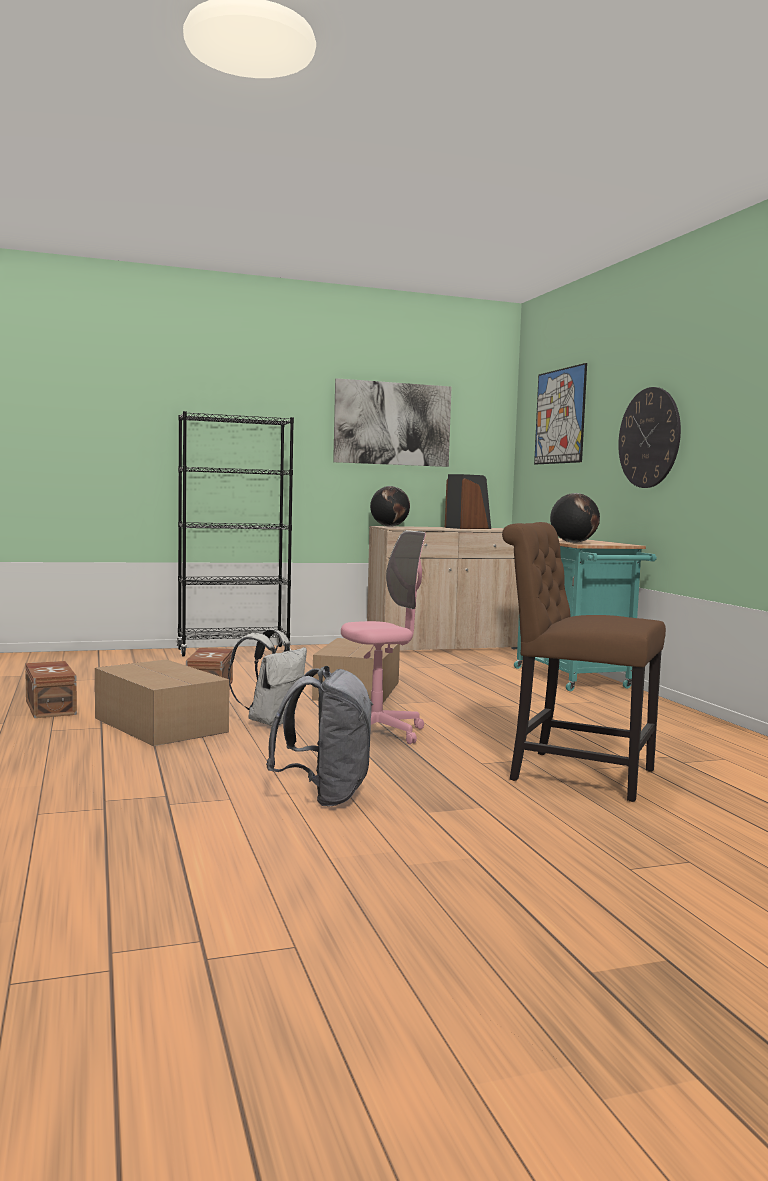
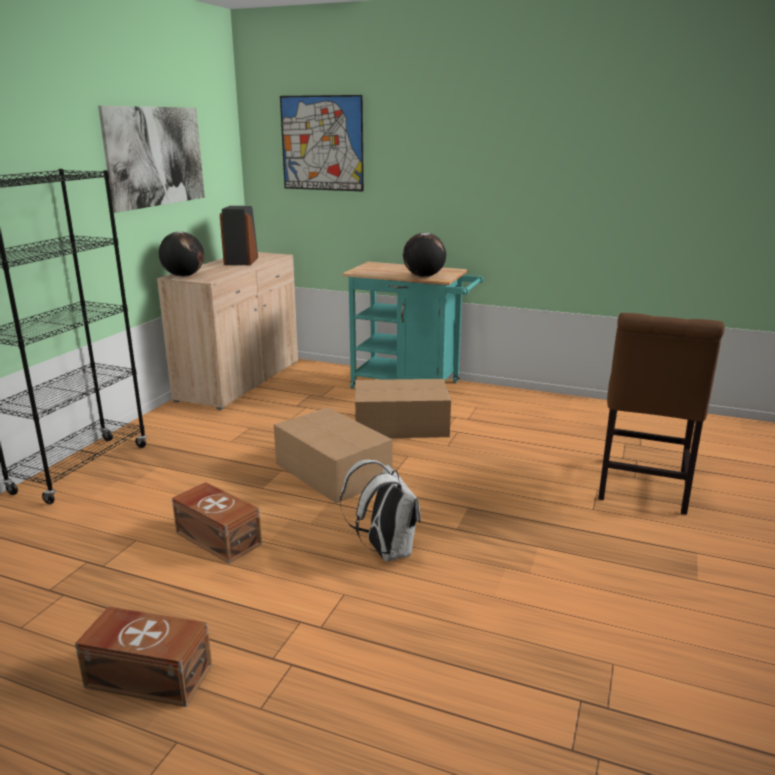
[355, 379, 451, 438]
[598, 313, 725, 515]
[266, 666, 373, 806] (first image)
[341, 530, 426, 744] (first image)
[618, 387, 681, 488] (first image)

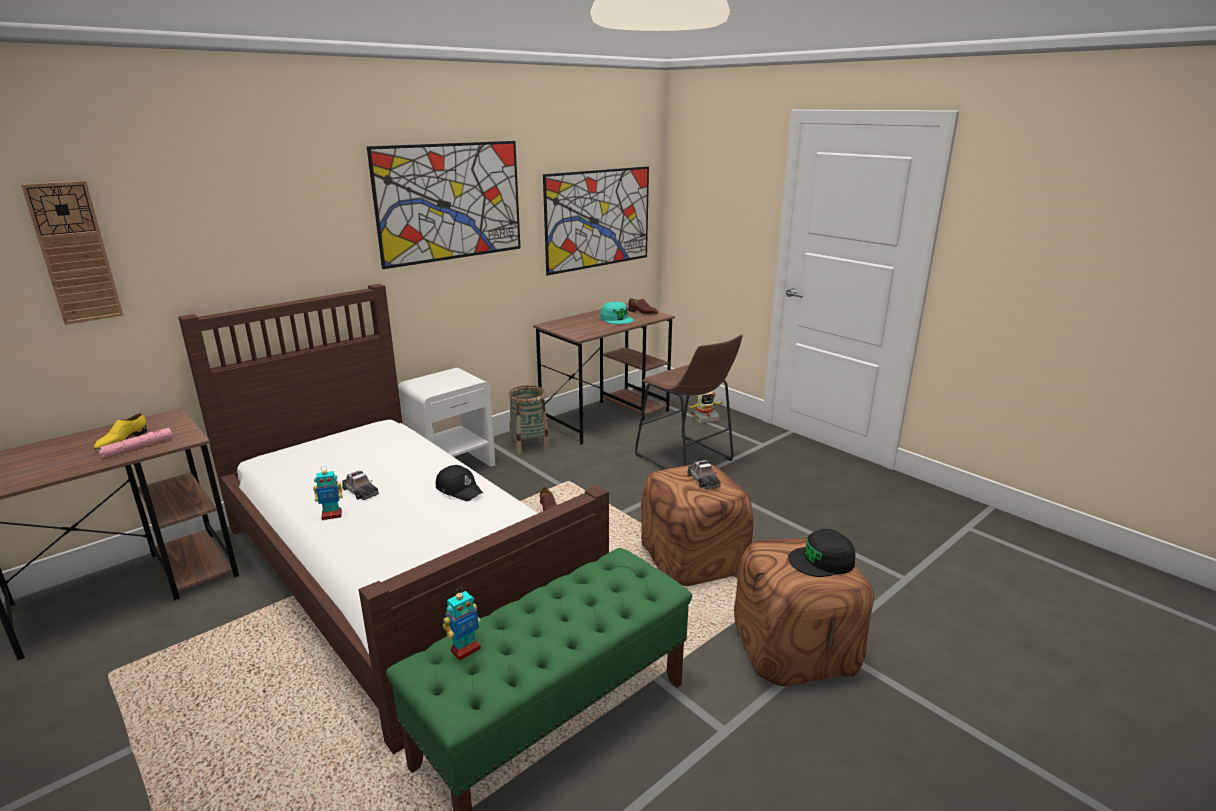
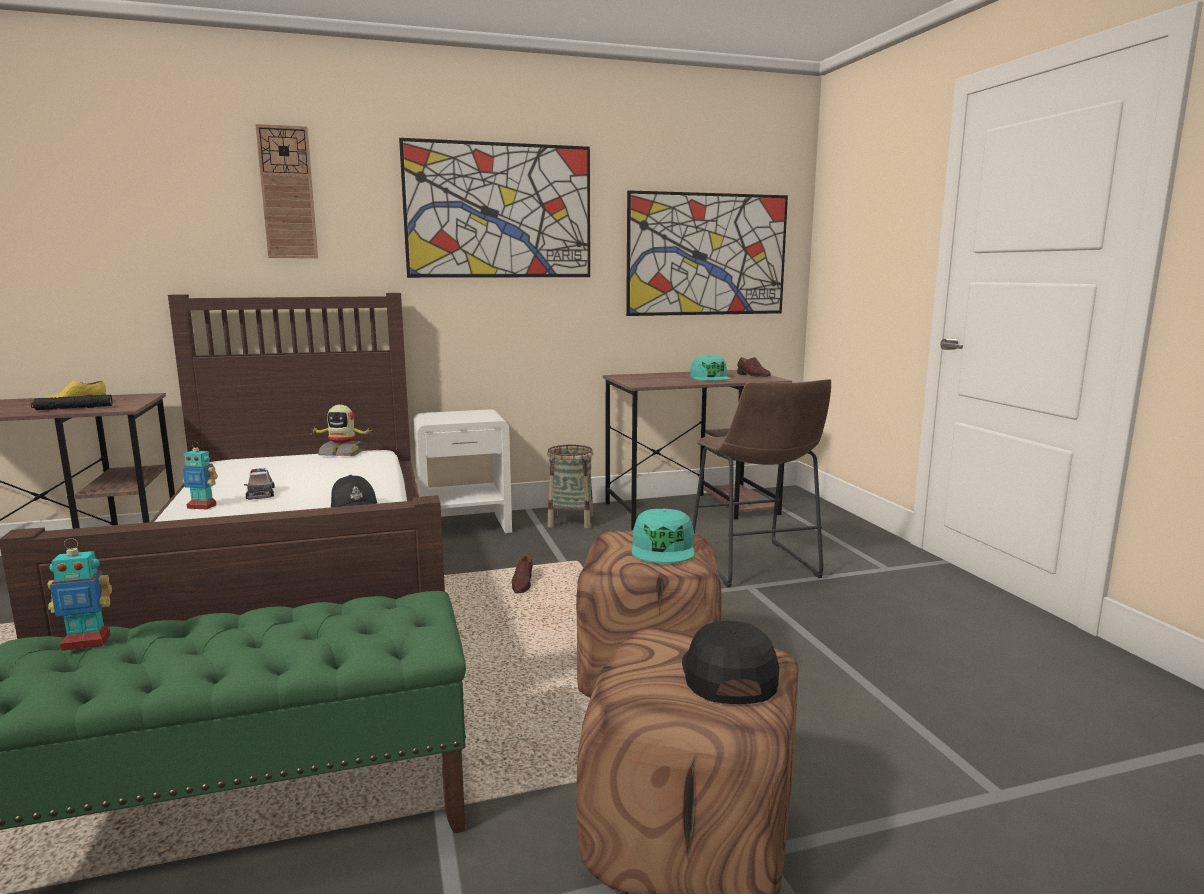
[31, 394, 112, 410]
[255, 124, 318, 258]
[310, 405, 373, 456]
[632, 509, 694, 563]
[682, 621, 779, 704]

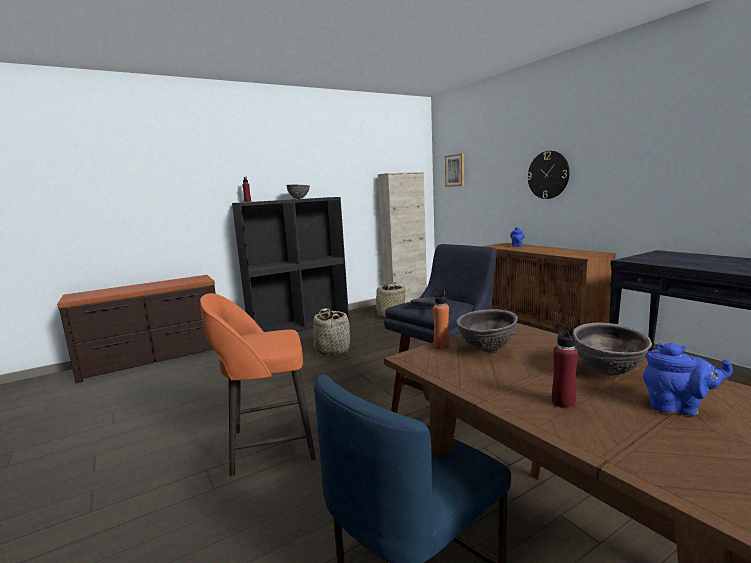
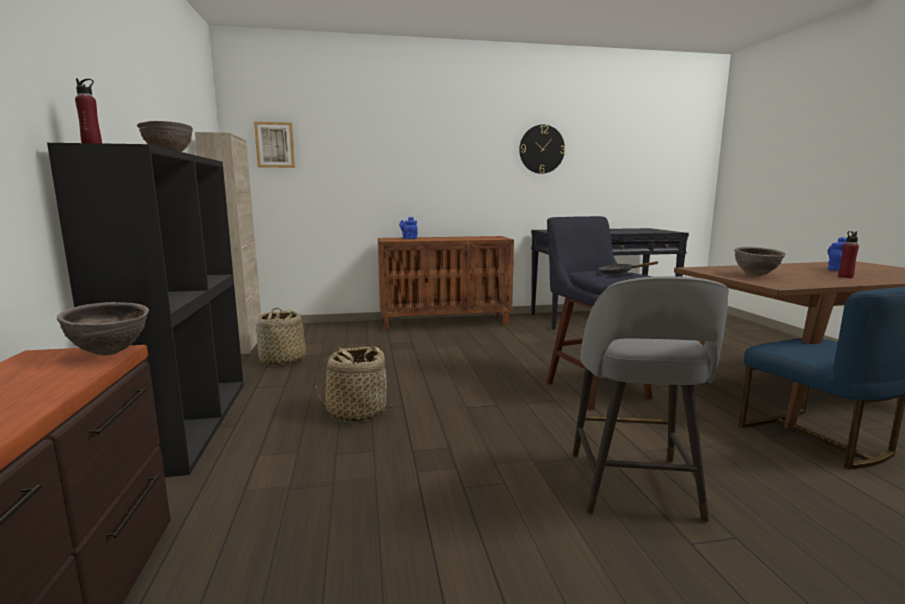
[57, 302, 149, 356]
[519, 125, 565, 174]
[573, 276, 729, 522]
[433, 289, 450, 348] (first image)

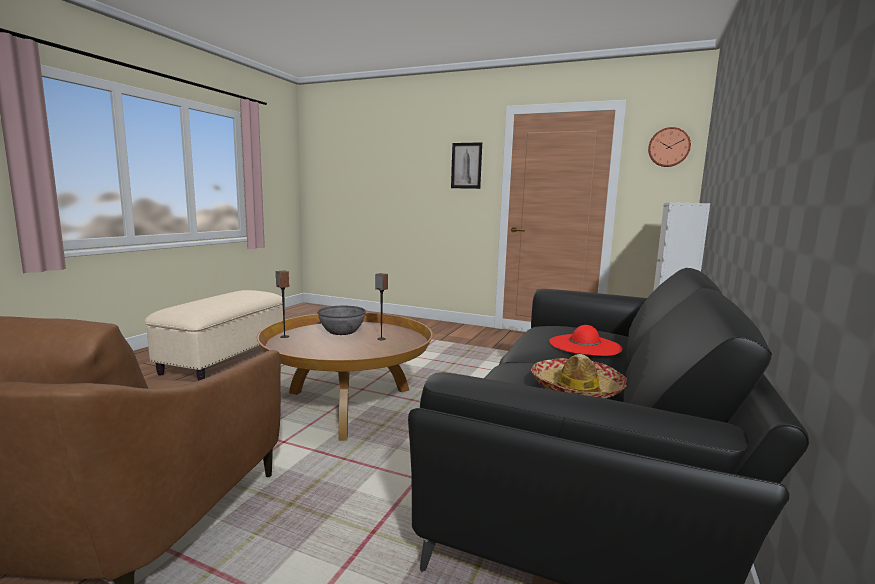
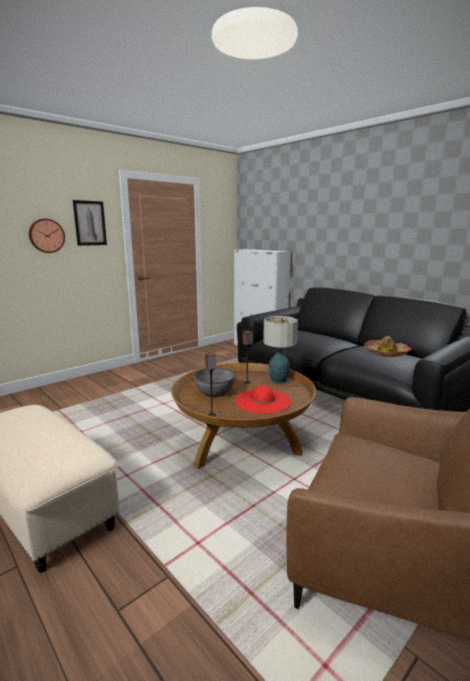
[29, 219, 65, 253]
[235, 385, 291, 414]
[263, 316, 298, 384]

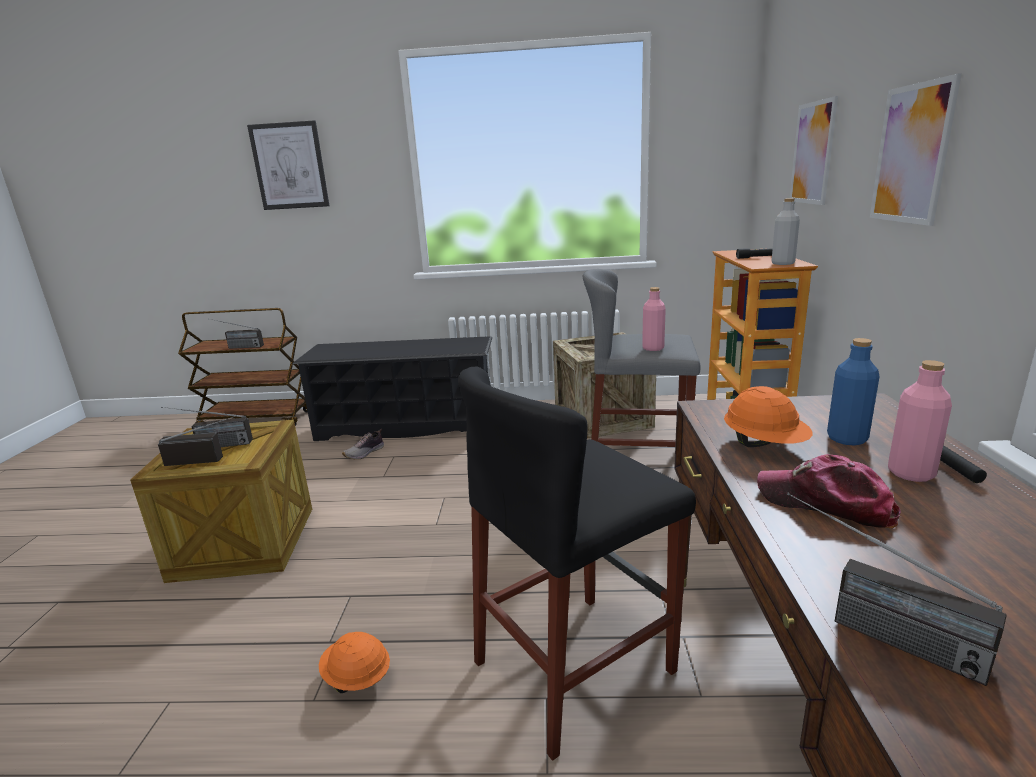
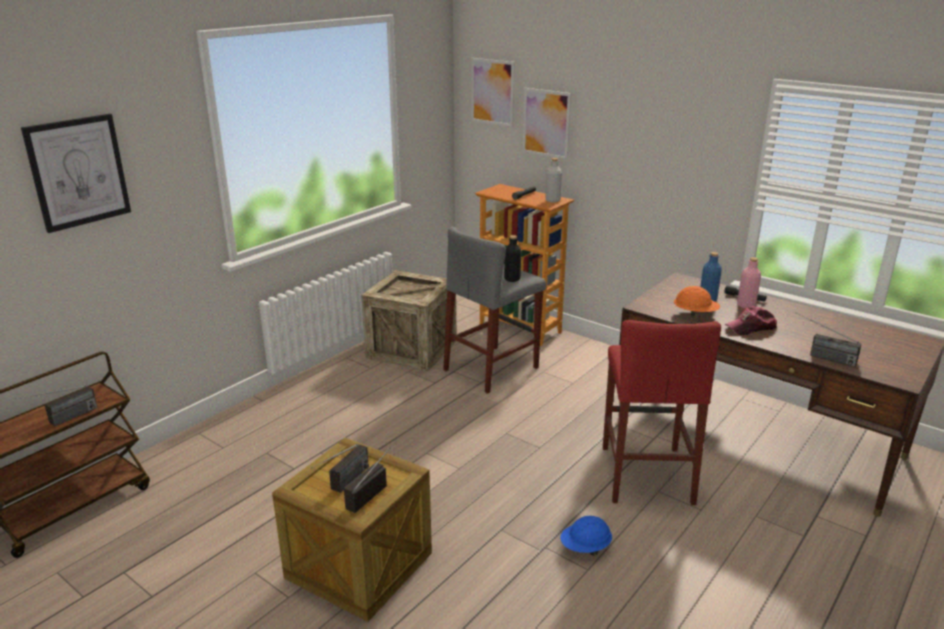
[471, 58, 515, 127]
[504, 235, 521, 282]
[560, 516, 612, 556]
[603, 320, 721, 505]
[795, 312, 861, 367]
[293, 336, 492, 441] (first image)
[342, 429, 384, 460] (first image)

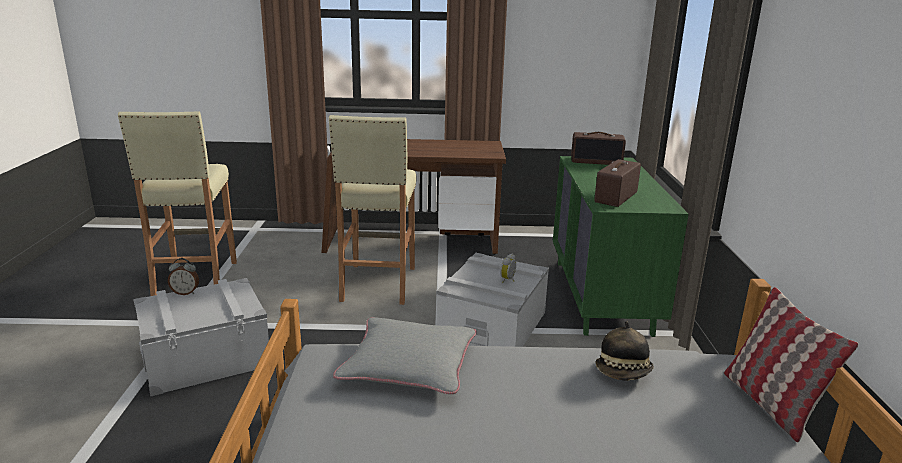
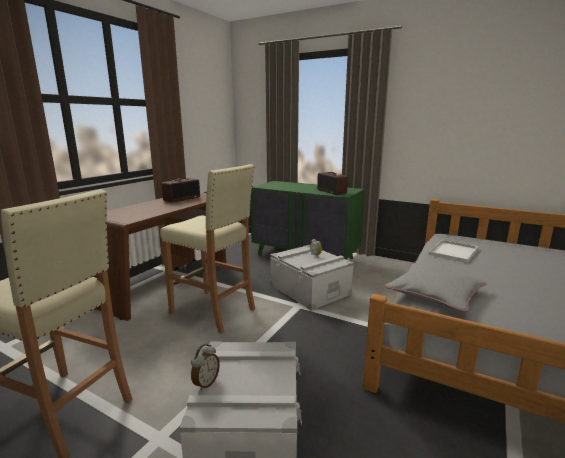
[162, 178, 200, 203]
[428, 240, 478, 263]
[724, 287, 859, 442] (first image)

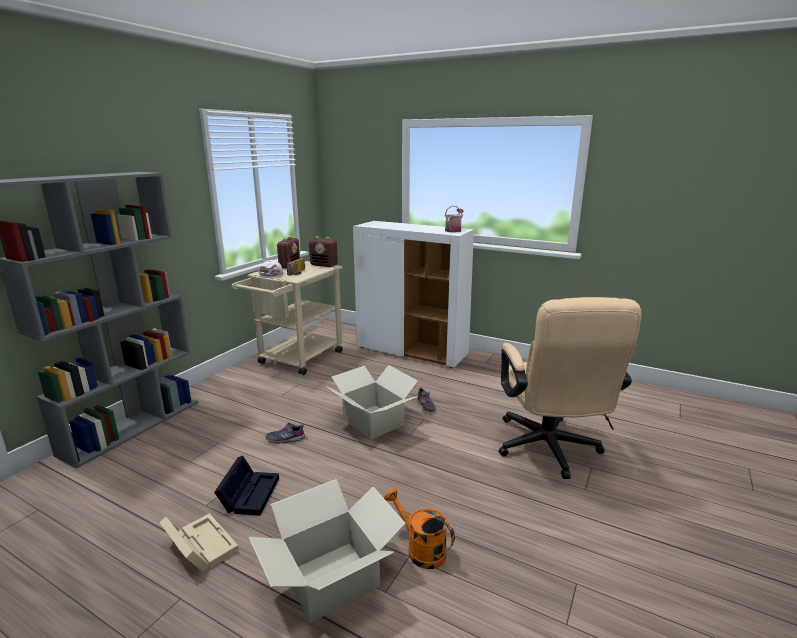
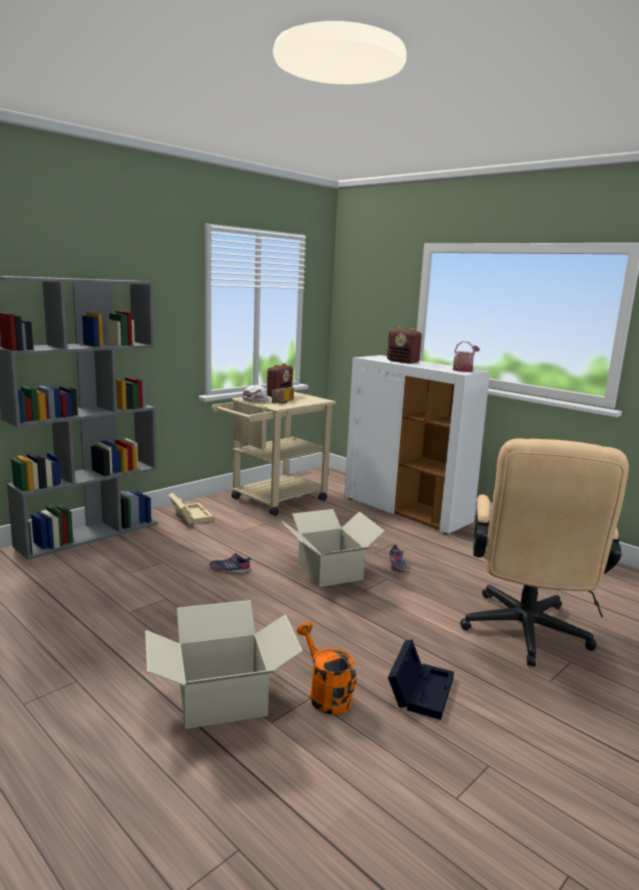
[169, 493, 213, 524]
[387, 327, 422, 364]
[388, 640, 454, 720]

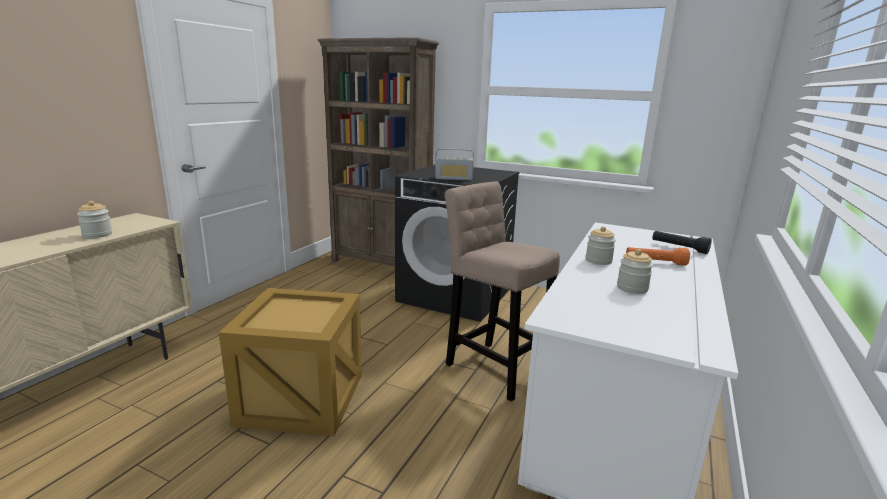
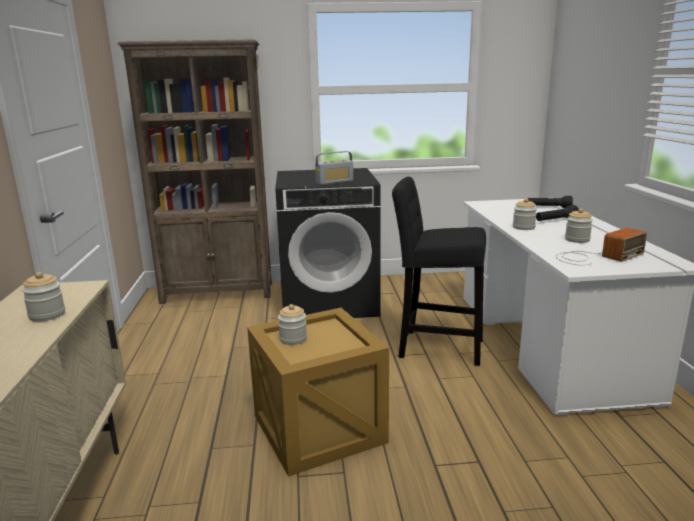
[278, 304, 307, 345]
[392, 176, 486, 366]
[536, 205, 579, 221]
[556, 228, 647, 265]

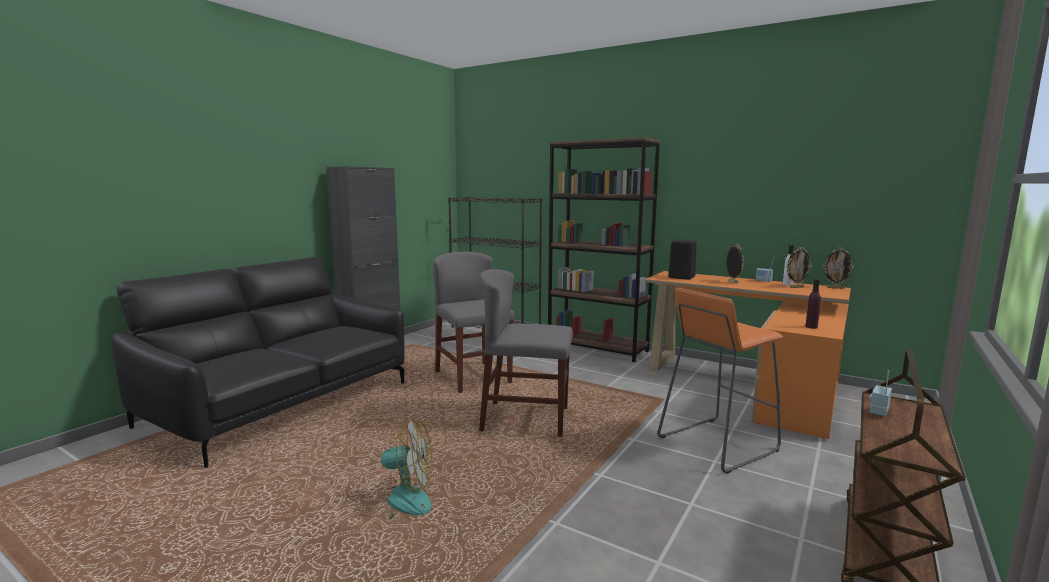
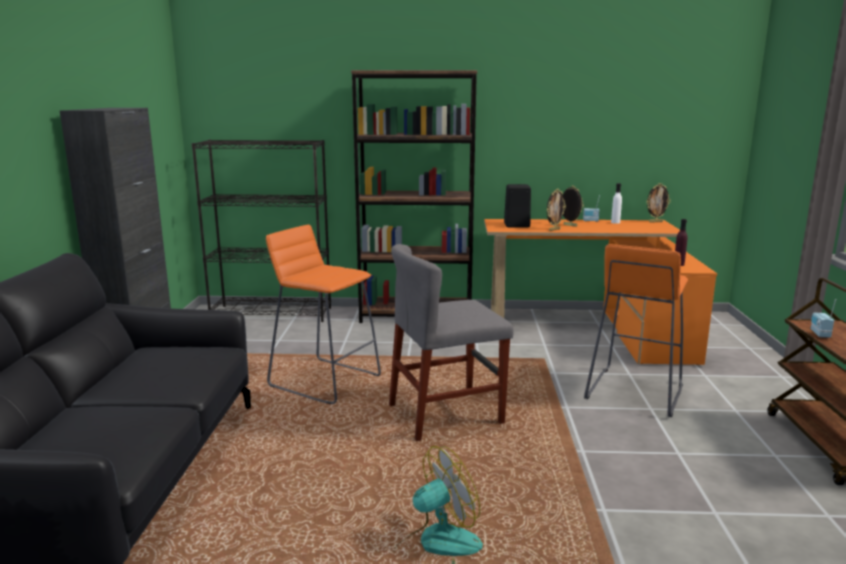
[266, 225, 381, 404]
[547, 189, 566, 231]

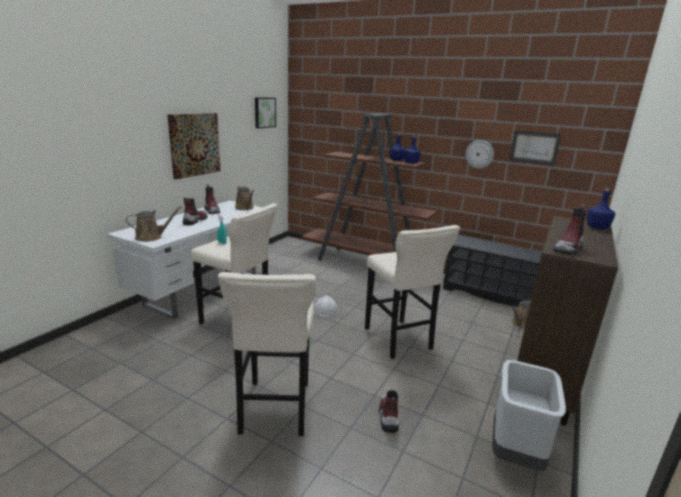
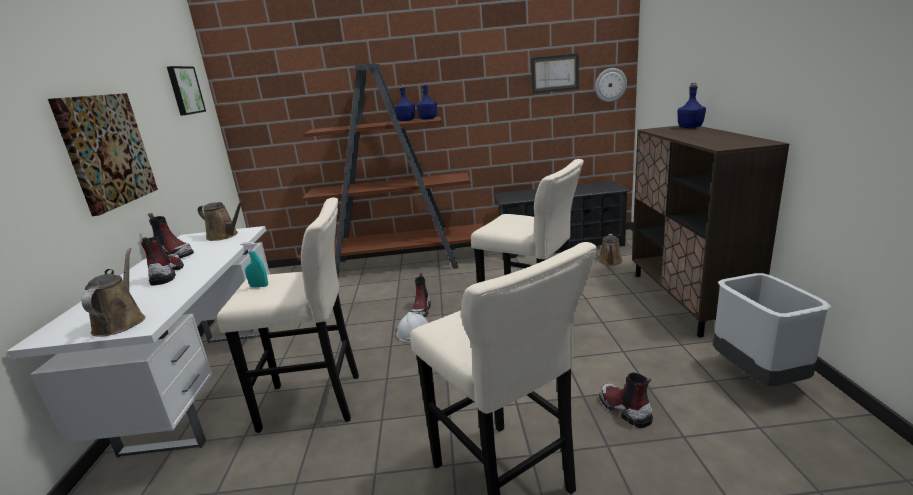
[82, 248, 145, 337]
[411, 272, 431, 317]
[595, 68, 627, 102]

